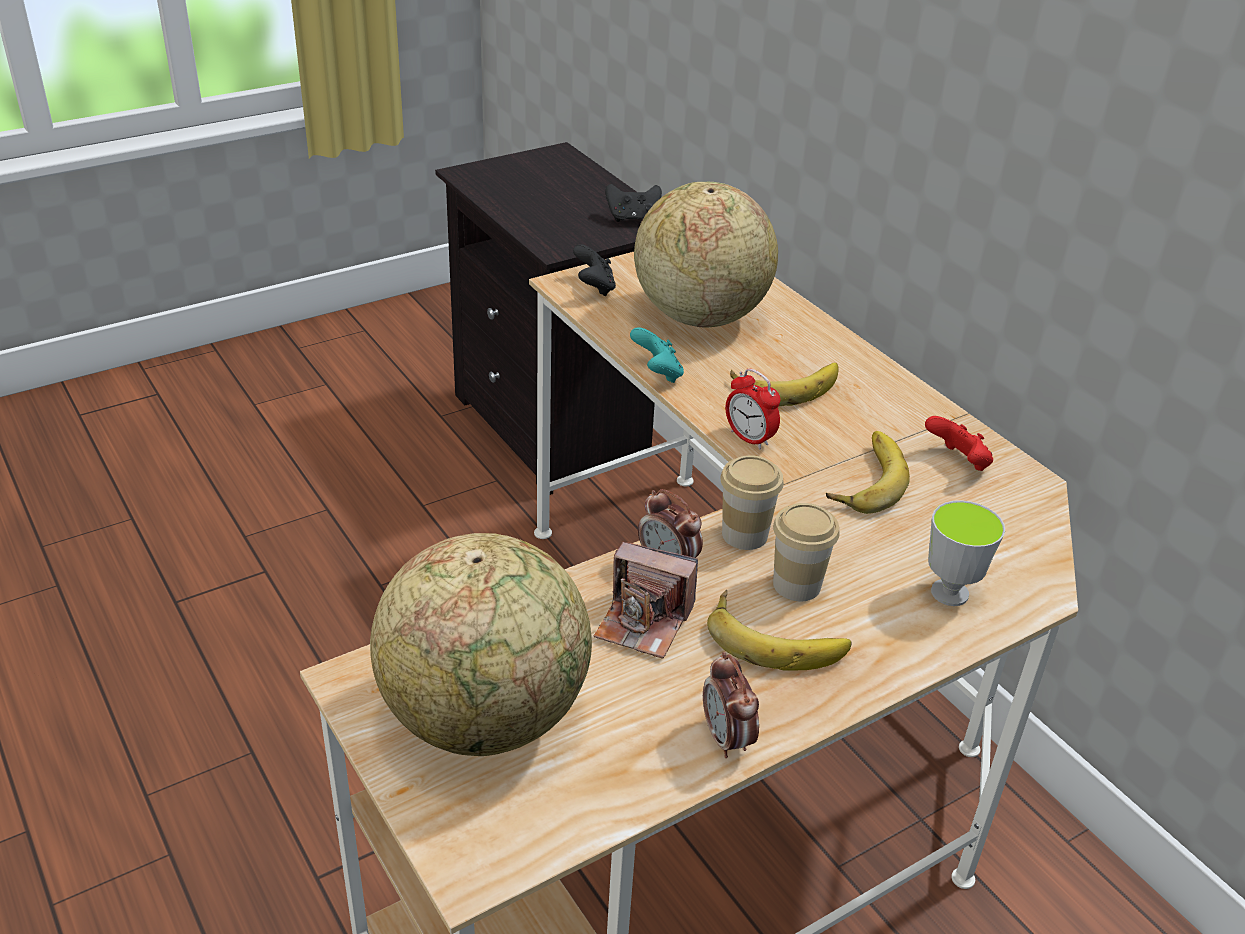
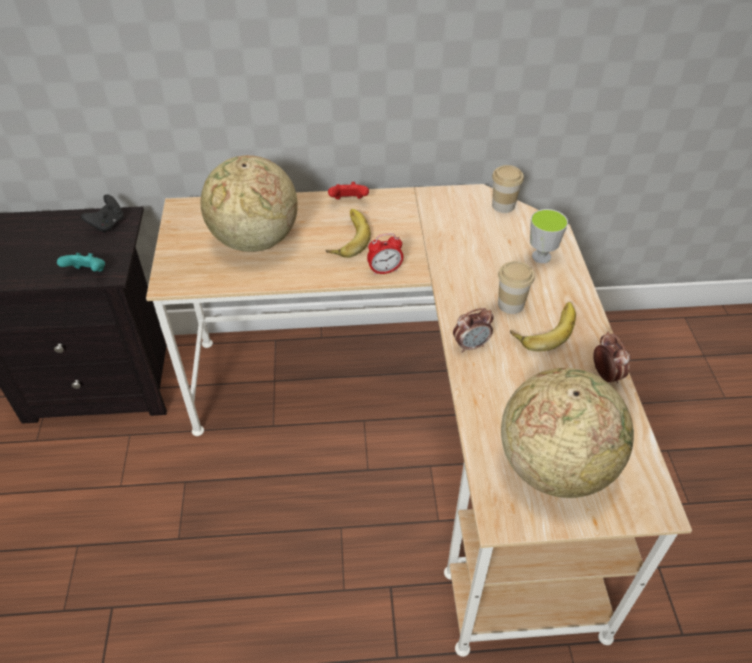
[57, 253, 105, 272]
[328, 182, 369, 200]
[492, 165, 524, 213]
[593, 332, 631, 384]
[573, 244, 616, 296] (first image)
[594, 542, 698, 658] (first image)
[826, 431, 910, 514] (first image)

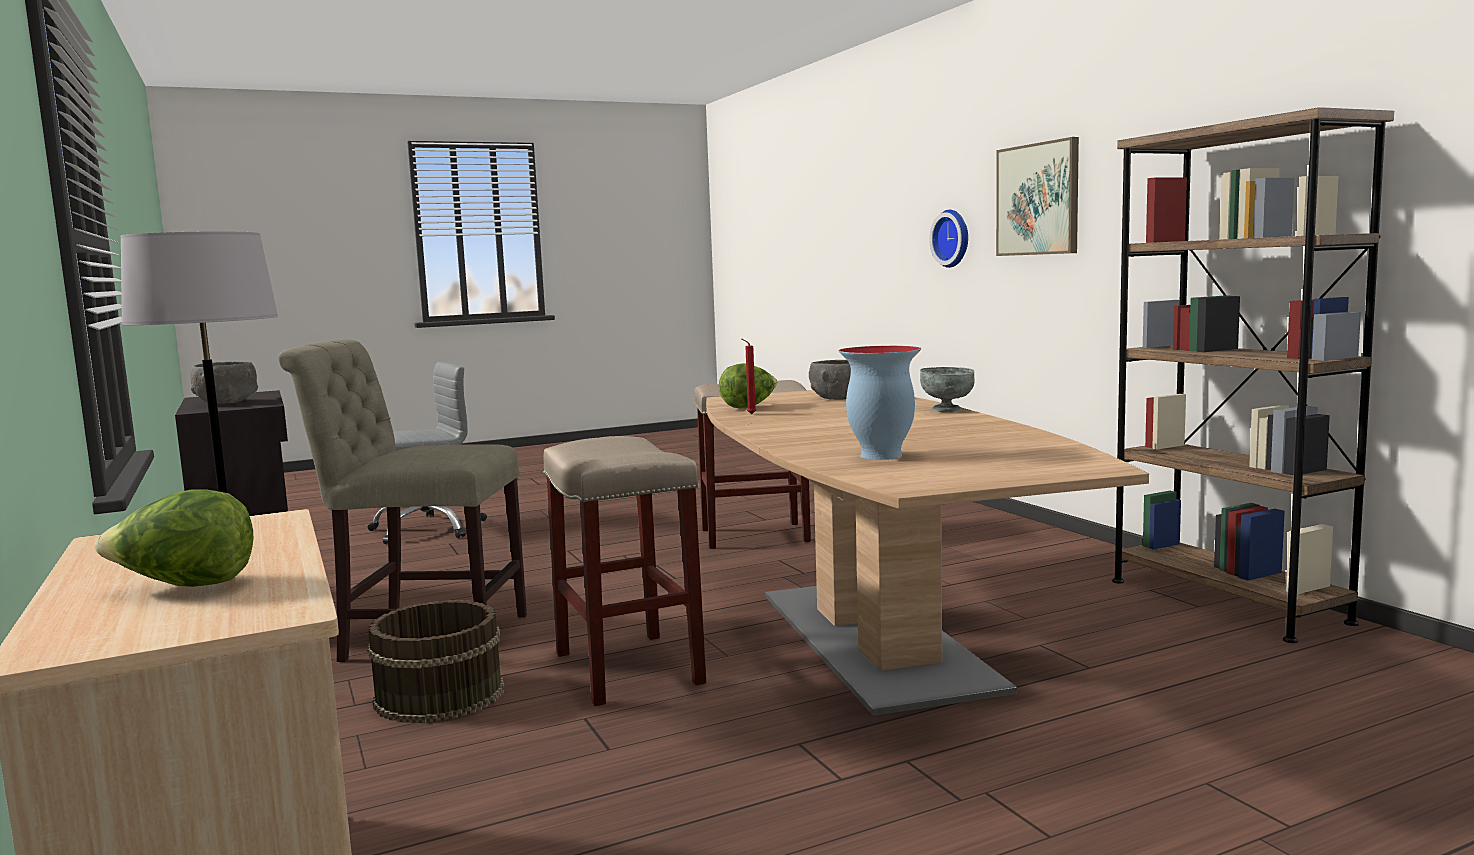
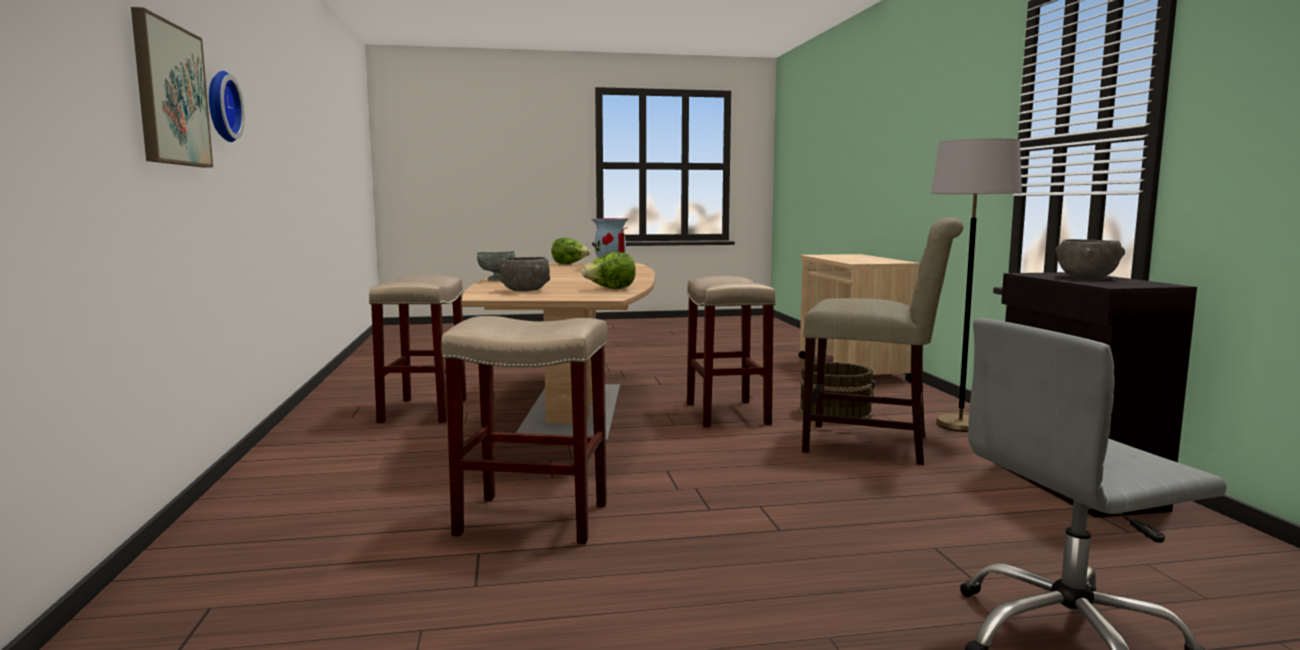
[209, 71, 245, 142]
[369, 275, 467, 423]
[552, 238, 591, 264]
[1112, 107, 1394, 643] (first image)

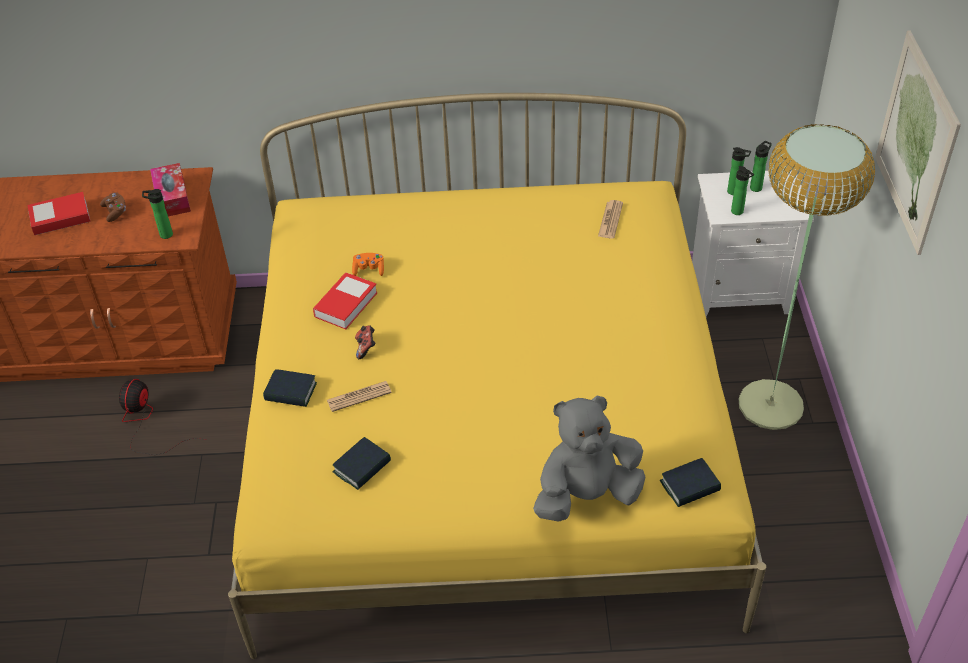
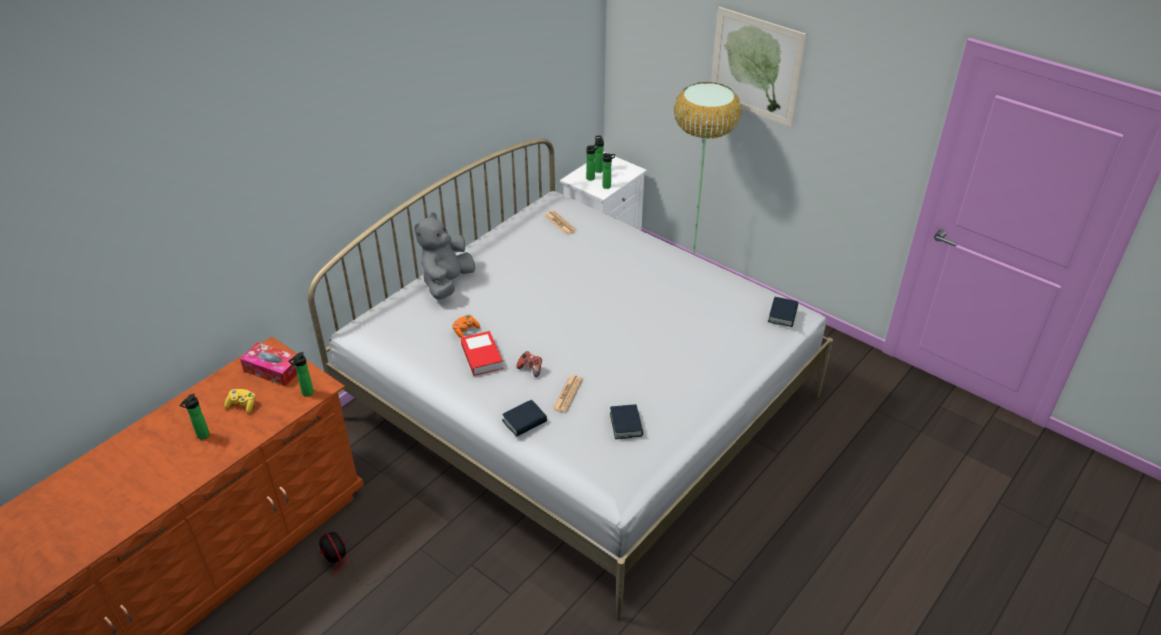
[180, 393, 210, 439]
[224, 389, 255, 413]
[308, 138, 833, 619]
[414, 212, 475, 300]

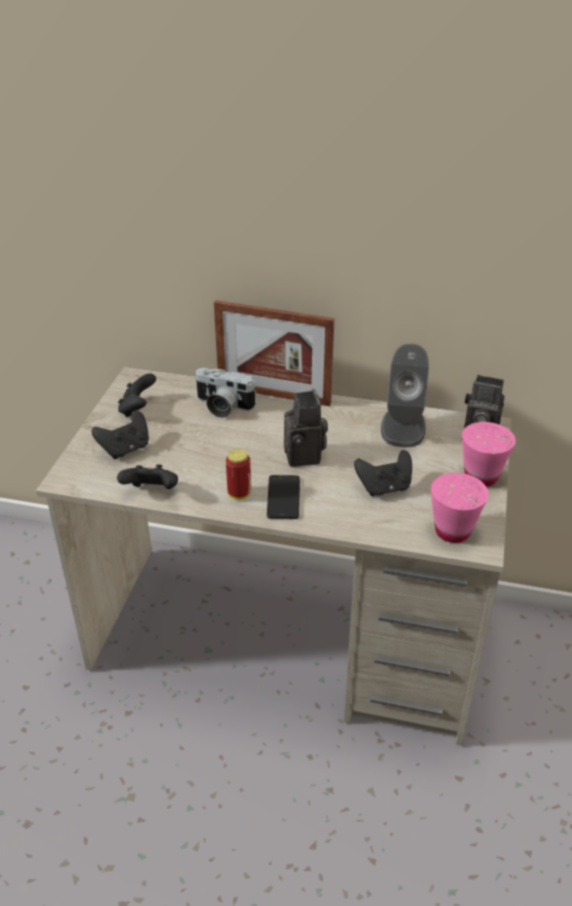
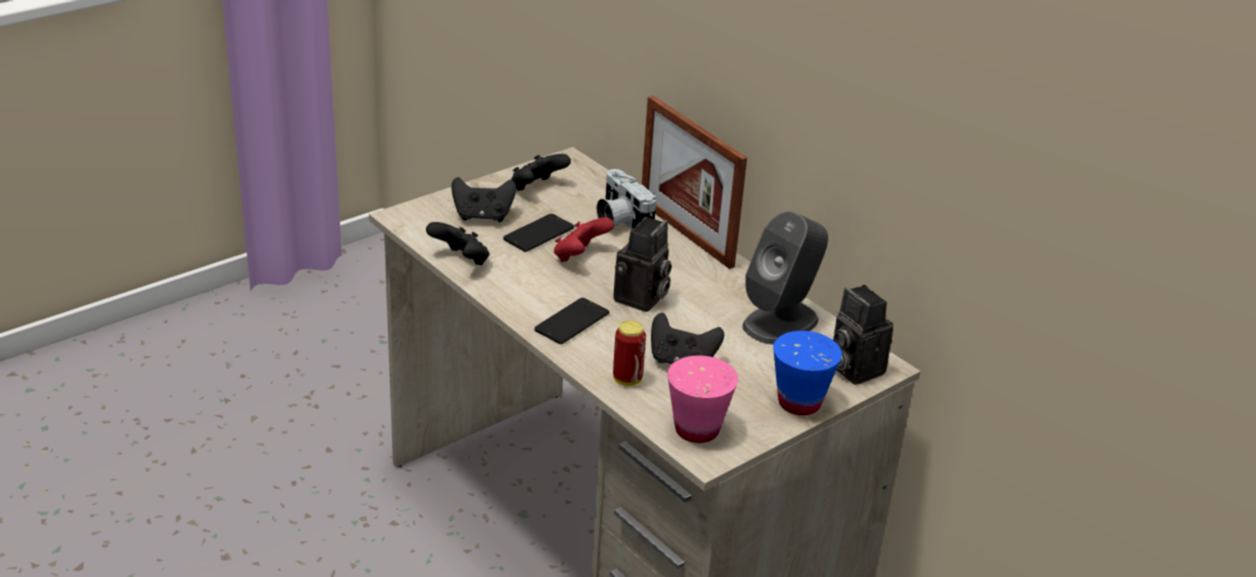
[503, 214, 574, 252]
[554, 218, 614, 262]
[613, 321, 646, 386]
[773, 331, 842, 415]

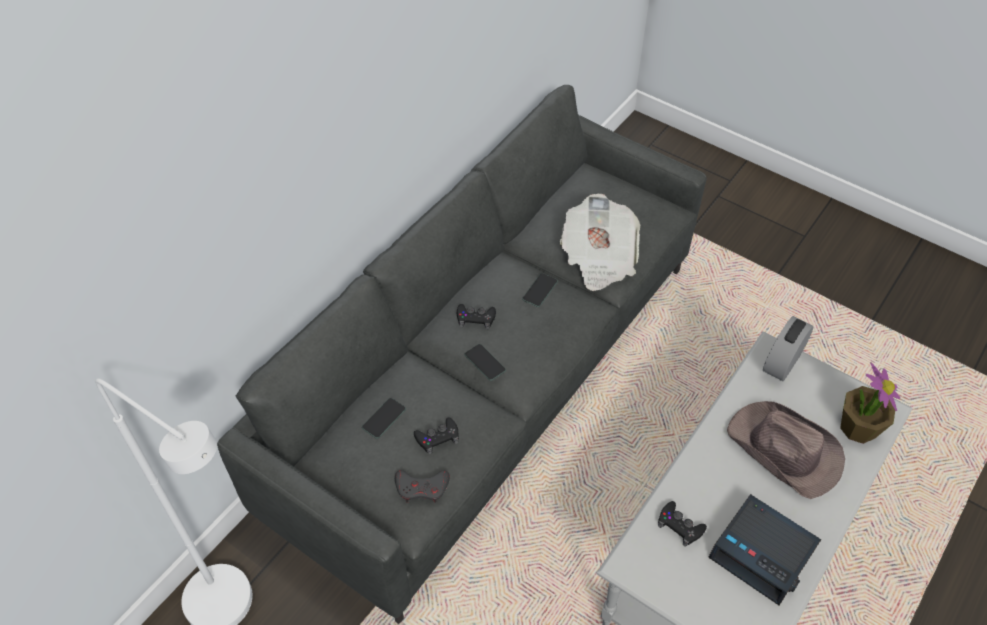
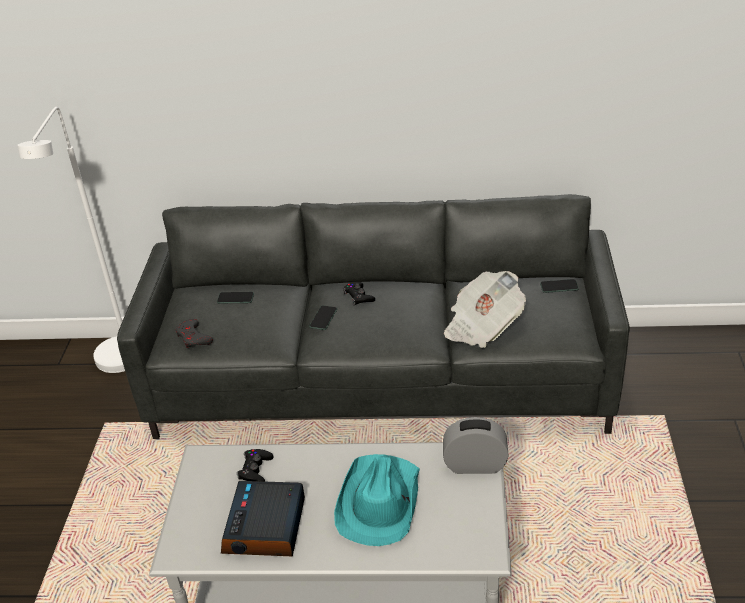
[334, 454, 420, 546]
[540, 279, 579, 293]
[414, 417, 459, 454] (first image)
[840, 363, 900, 444] (first image)

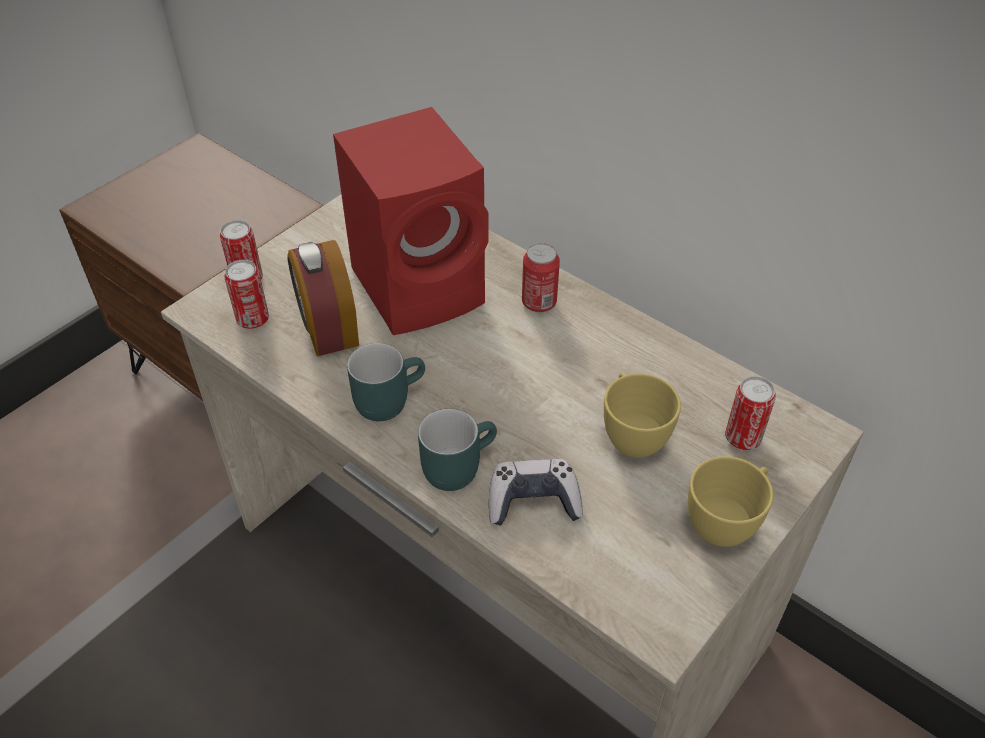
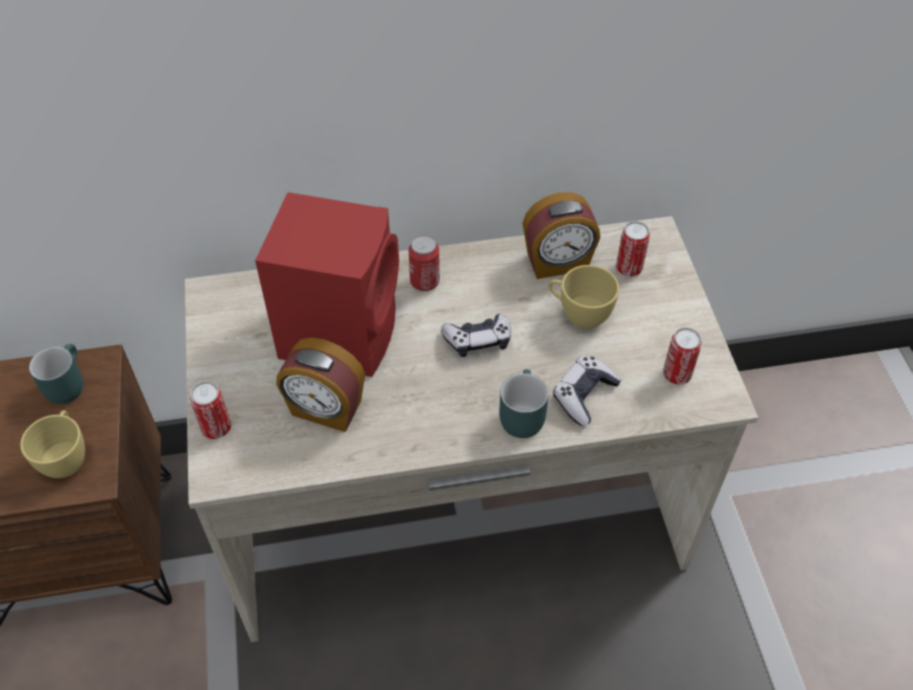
[20, 410, 85, 478]
[29, 344, 83, 404]
[441, 313, 511, 357]
[522, 192, 600, 279]
[663, 328, 702, 385]

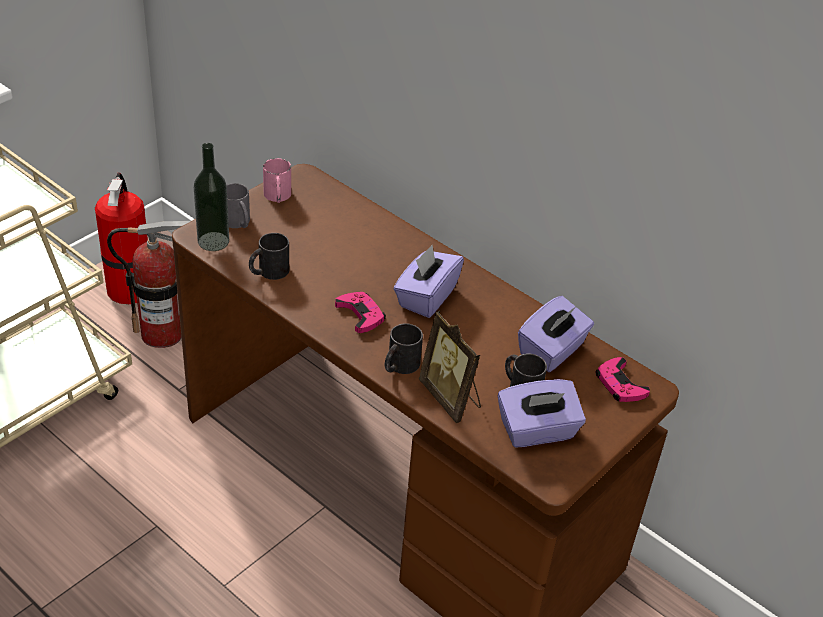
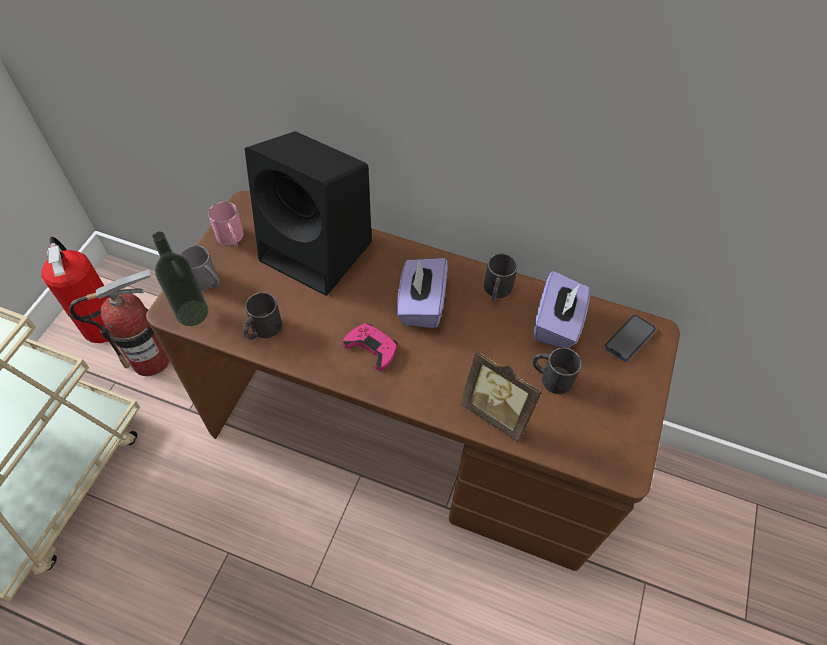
[245, 131, 372, 296]
[484, 253, 518, 301]
[605, 315, 656, 361]
[498, 379, 586, 448] (first image)

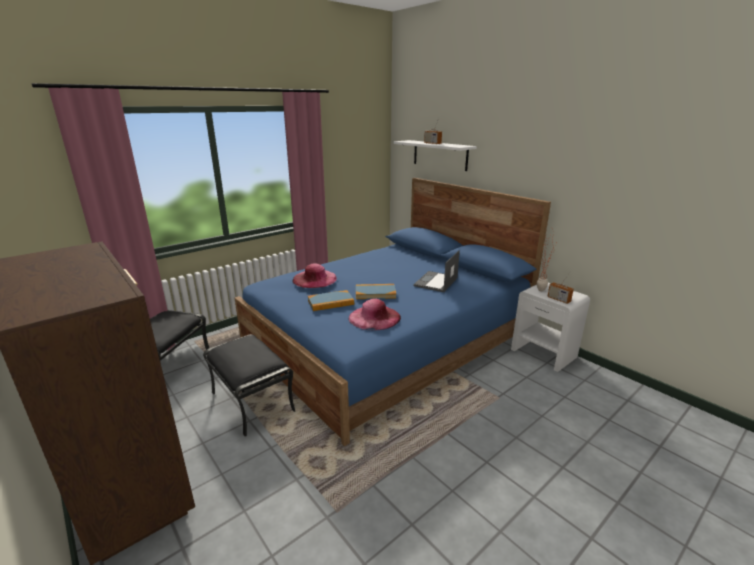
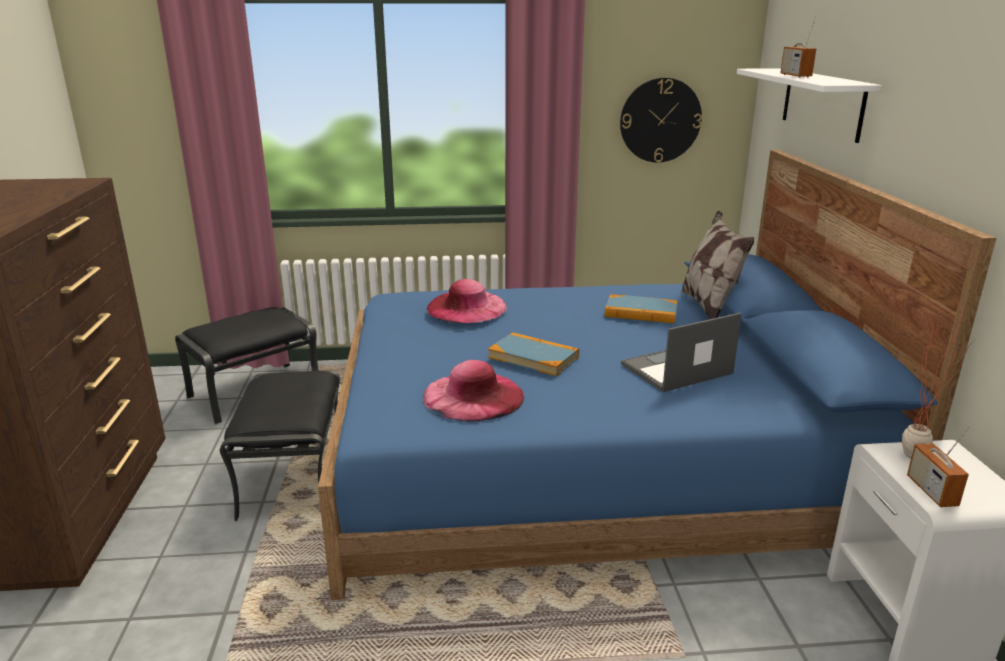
[605, 294, 678, 323]
[620, 77, 702, 162]
[681, 211, 754, 320]

